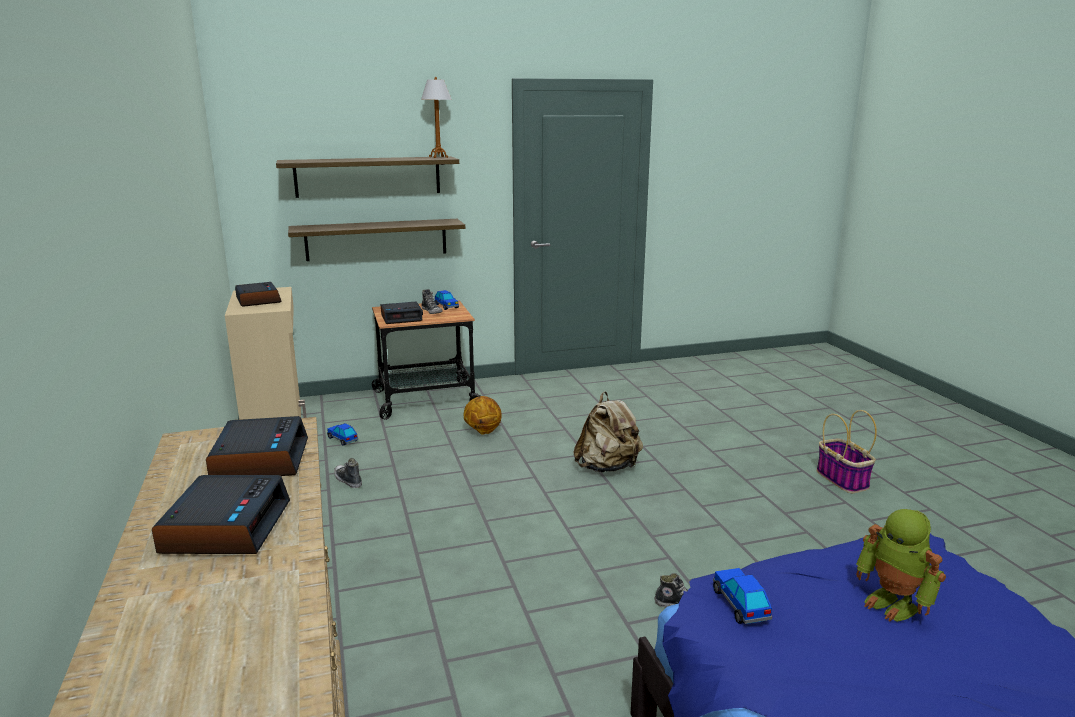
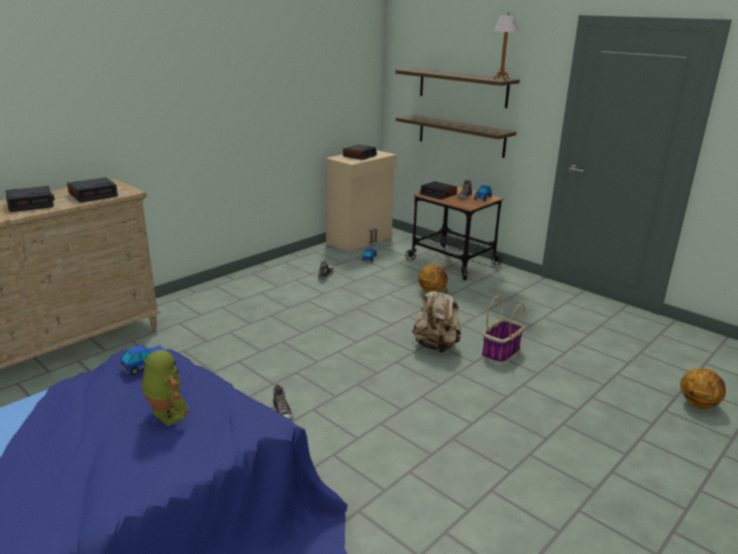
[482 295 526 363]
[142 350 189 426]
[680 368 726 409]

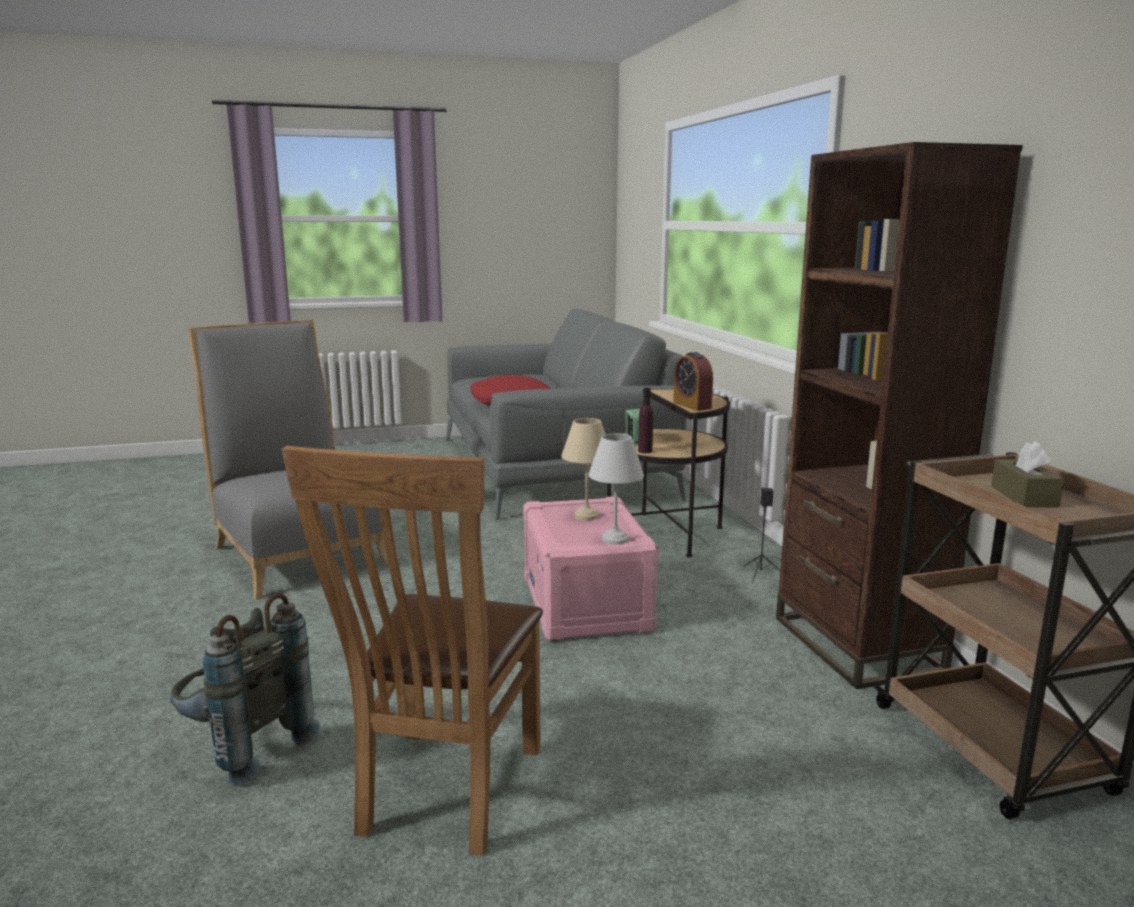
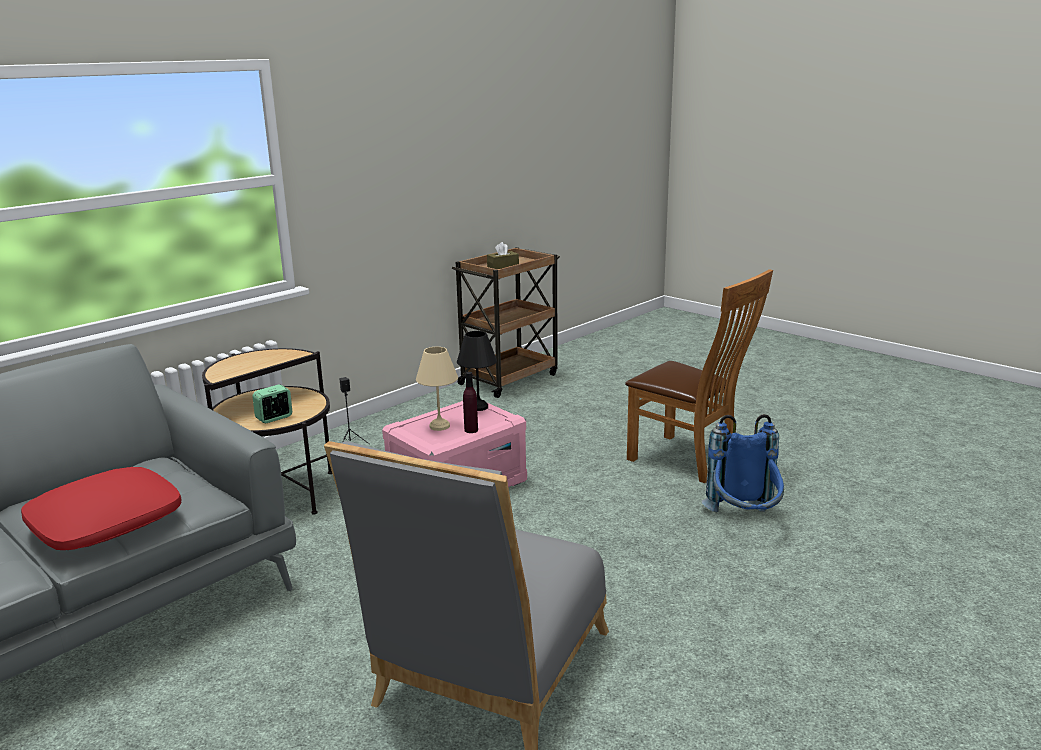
[776 142 1023 689] (first image)
[673 352 713 411] (first image)
[463 372 478 433]
[457 331 497 411]
[625 269 773 483]
[702 414 784 512]

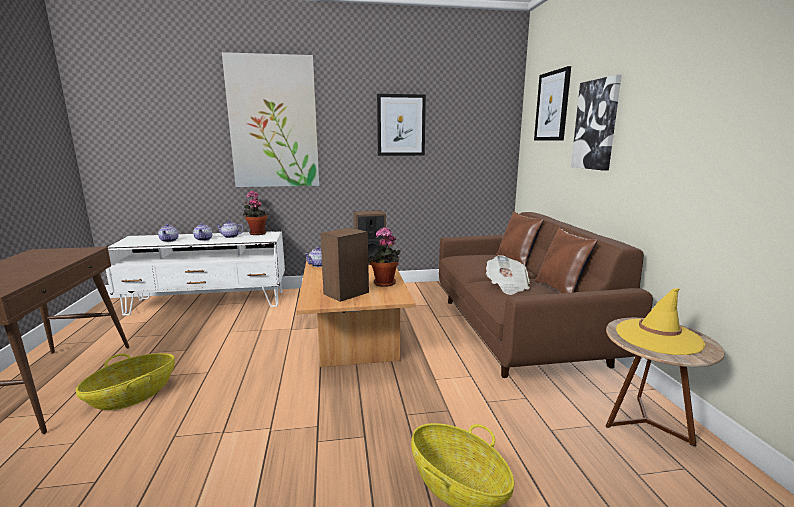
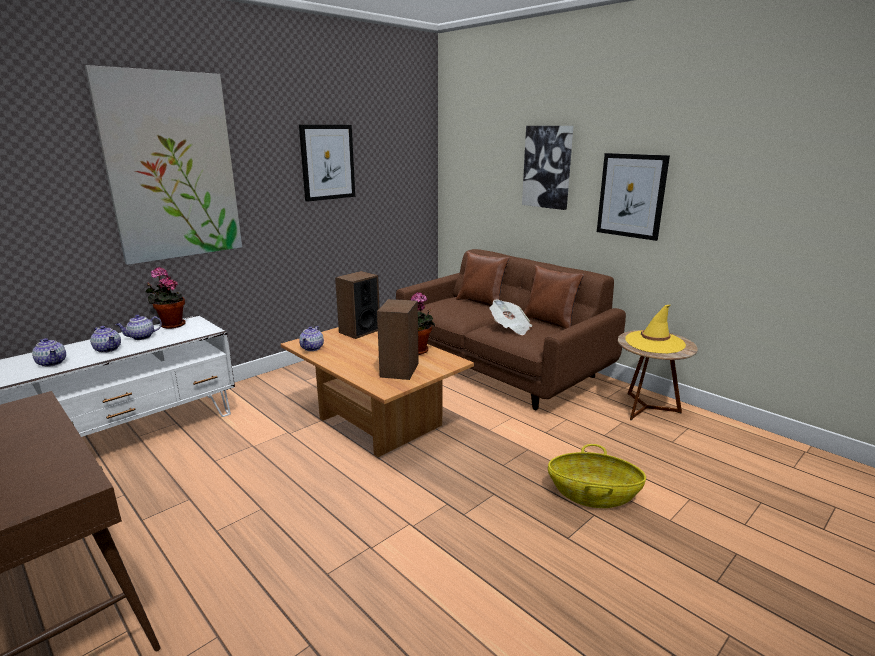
[597 153 670 241]
[76 353 175 410] (first image)

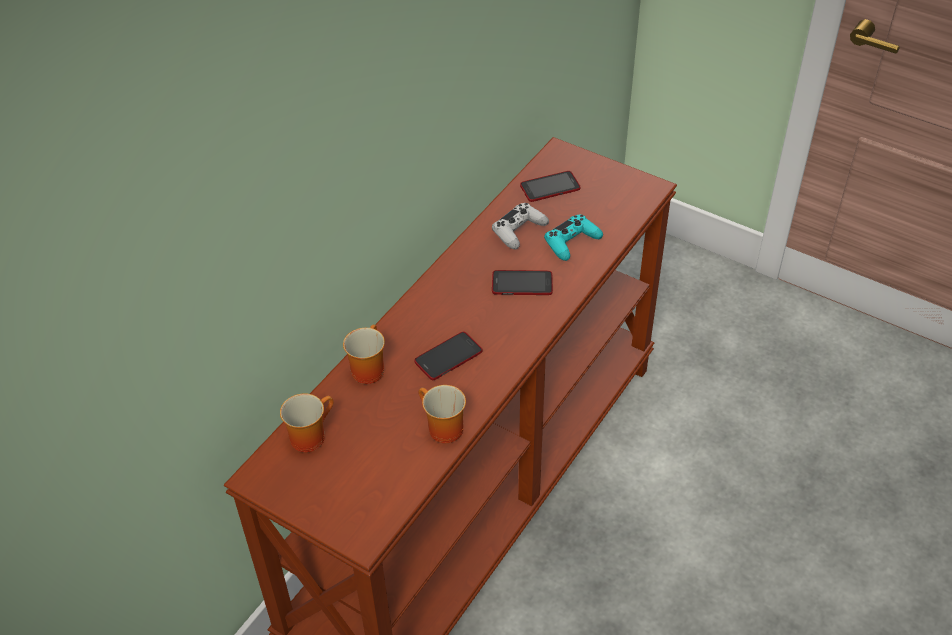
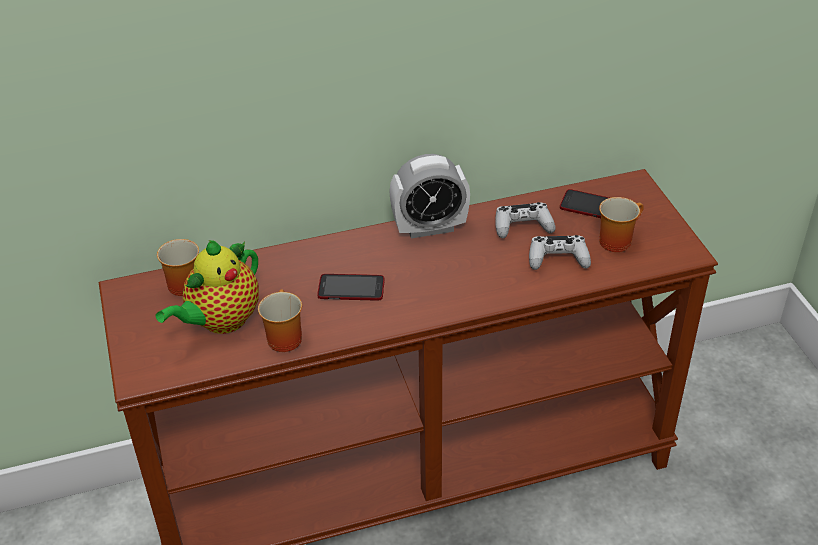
[529 235 591 270]
[492 270 553 295] (first image)
[599 197 644 252]
[389 154 470 238]
[156 240 259 334]

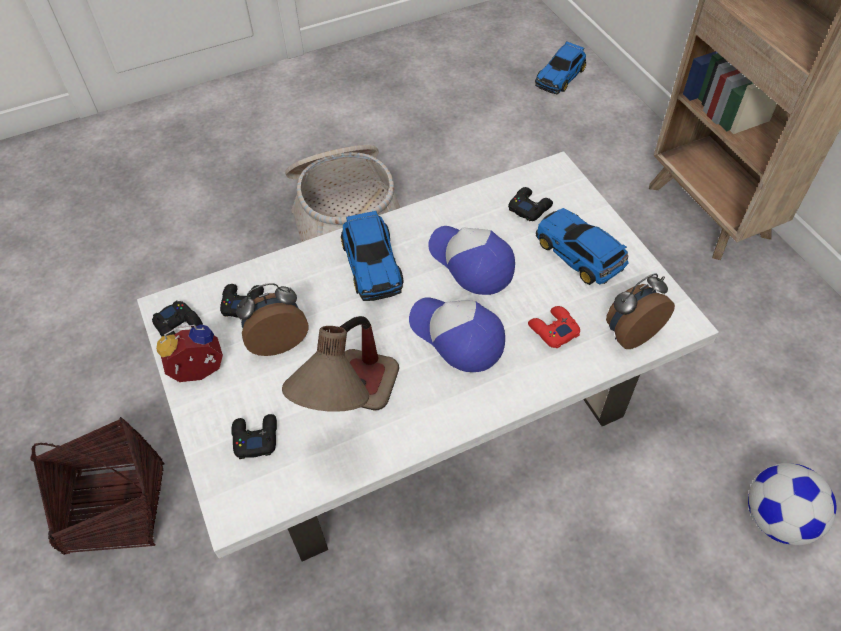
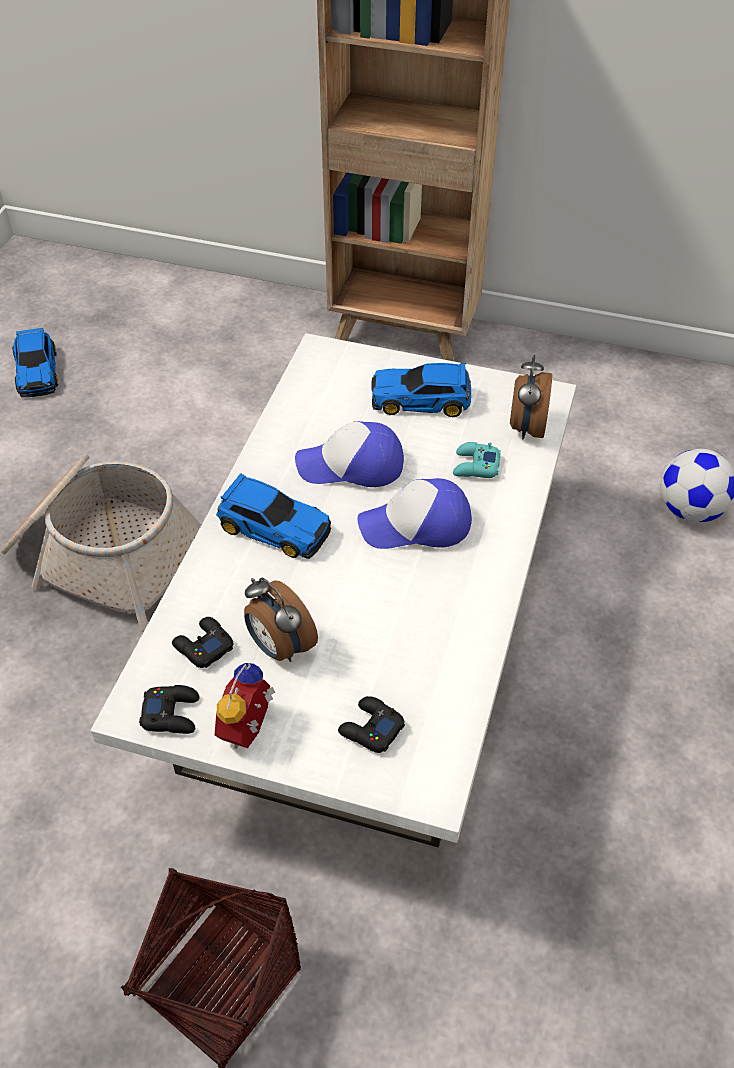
[12 327 58 397]
[508 187 553 221] (first image)
[244 578 318 662]
[453 442 501 478]
[282 316 399 412] (first image)

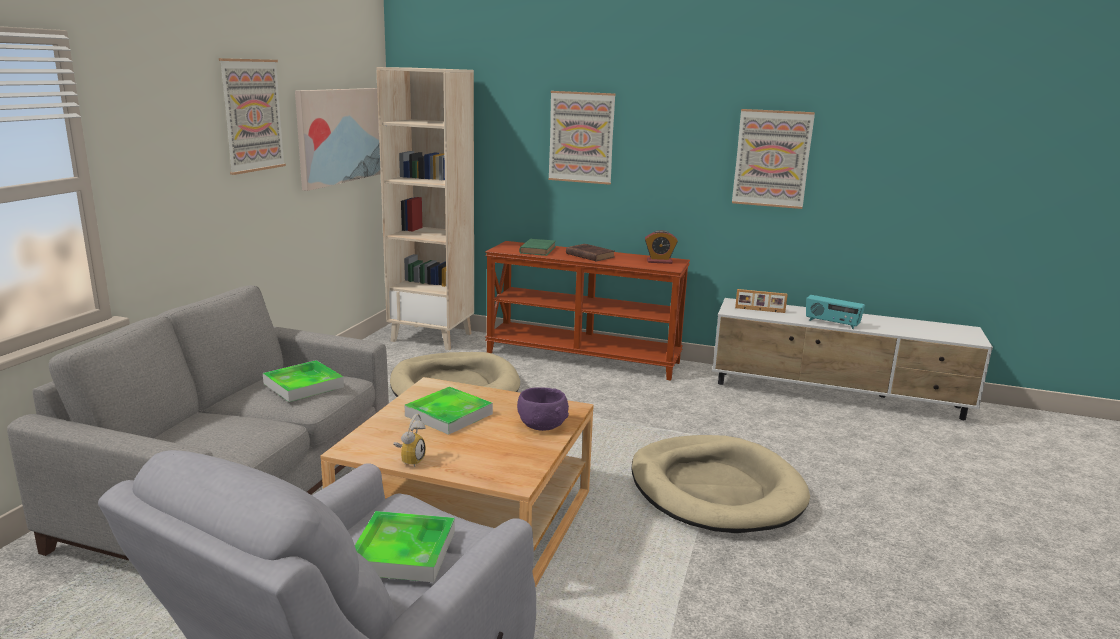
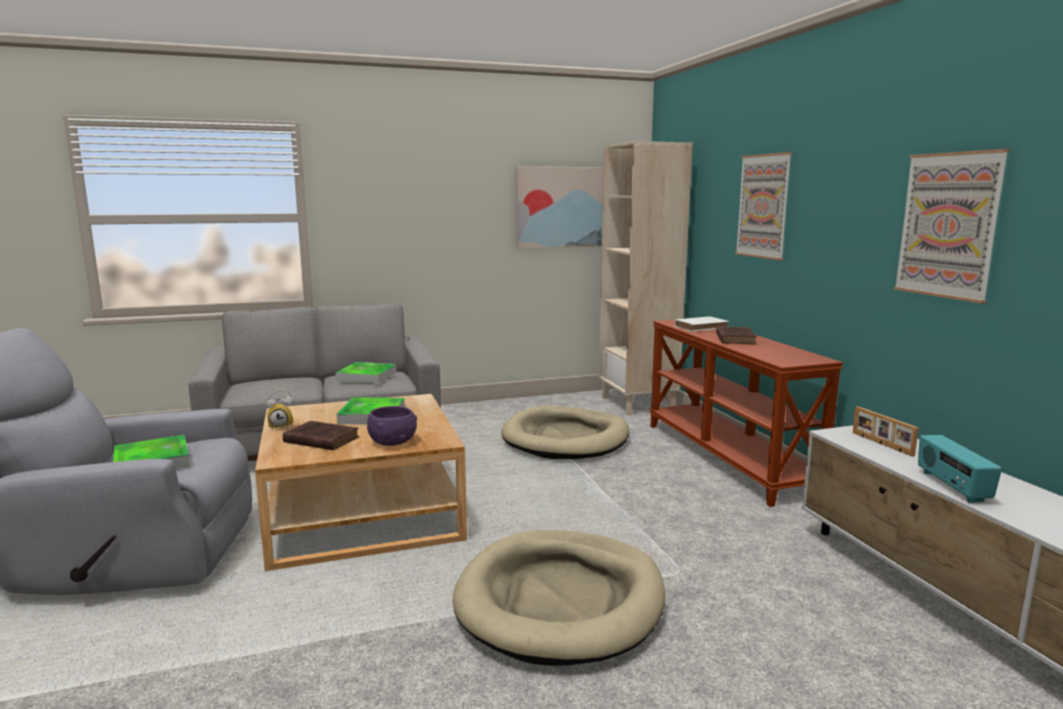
[219 58 286 175] (first image)
[645 230 678 264] (first image)
[674 316 729 332]
[283 421 359 450]

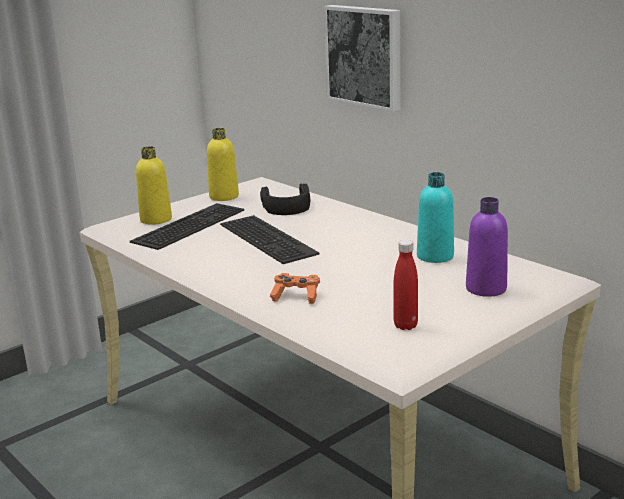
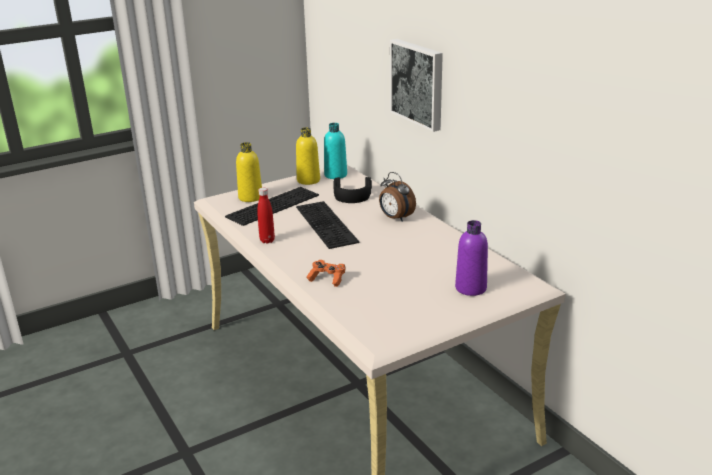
[324 123 347 179]
[257 188 275 244]
[379 172 416 222]

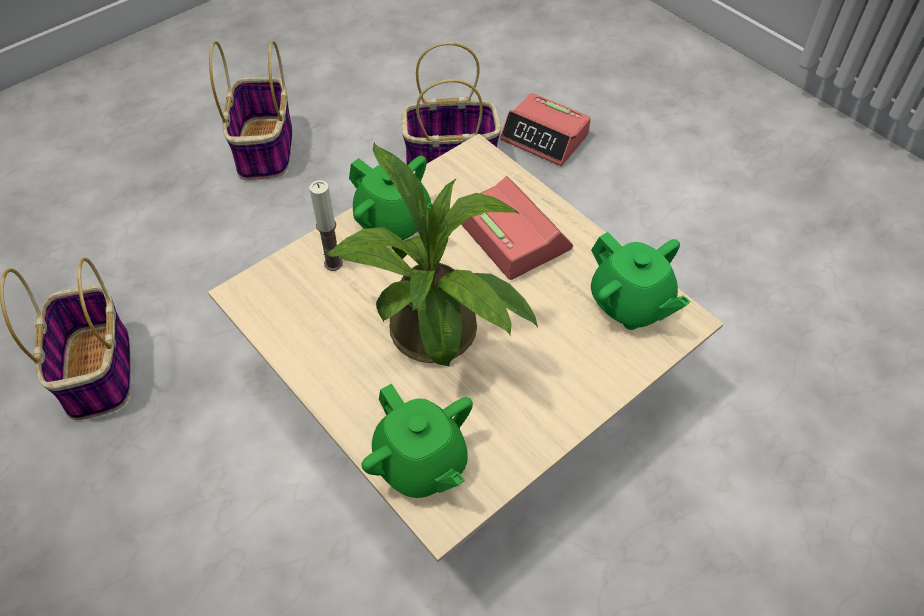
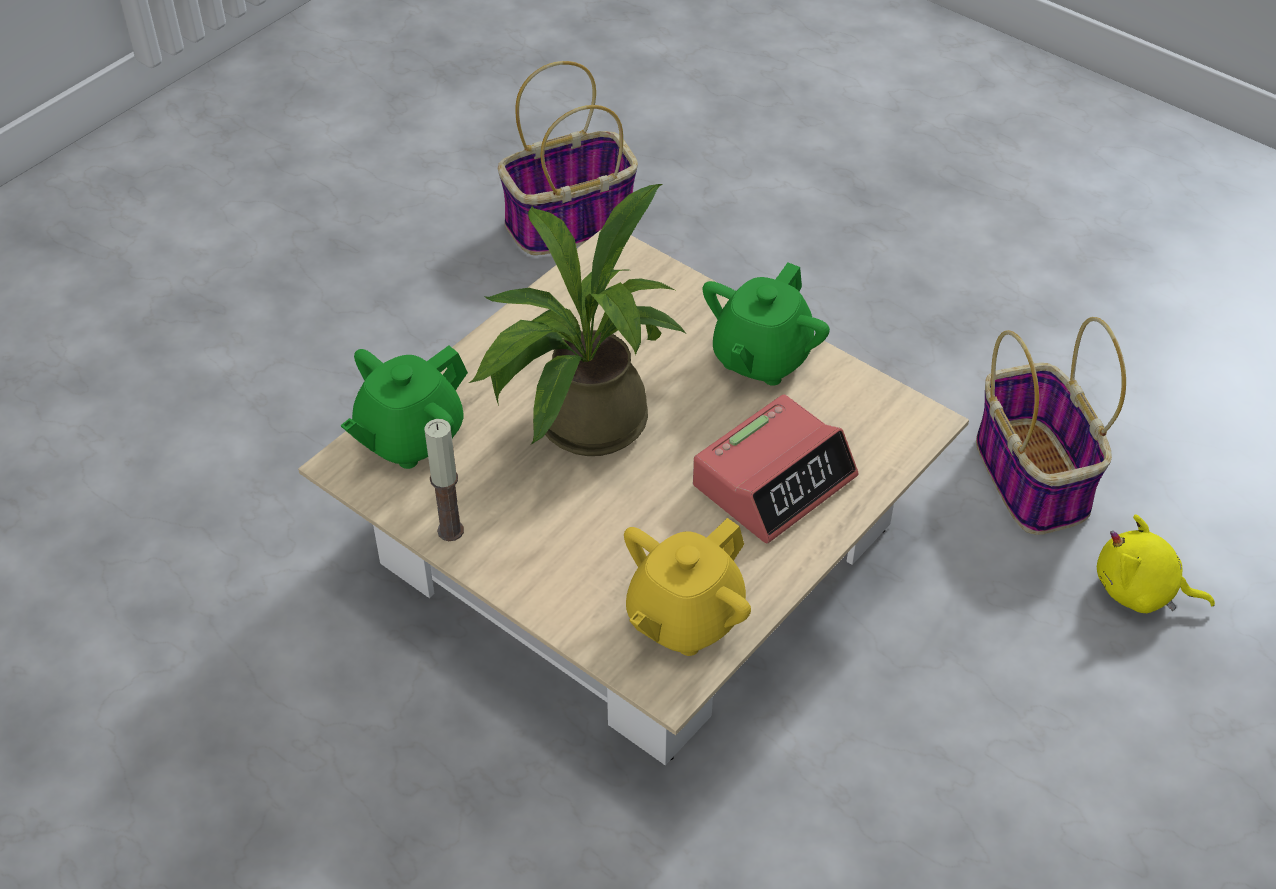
[209 41 292 180] (first image)
[1097 515 1215 613]
[424 419 464 541]
[624 518 751 656]

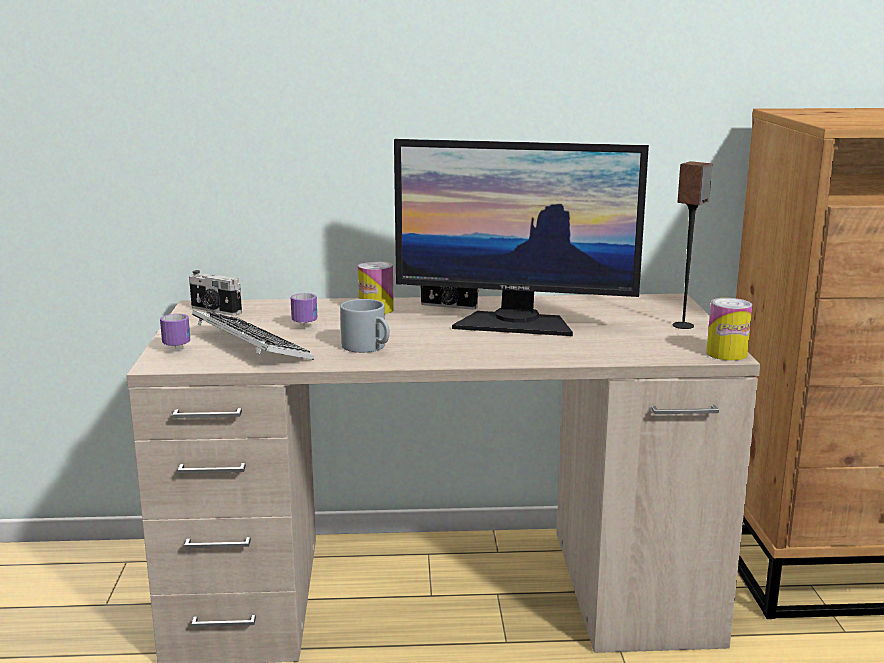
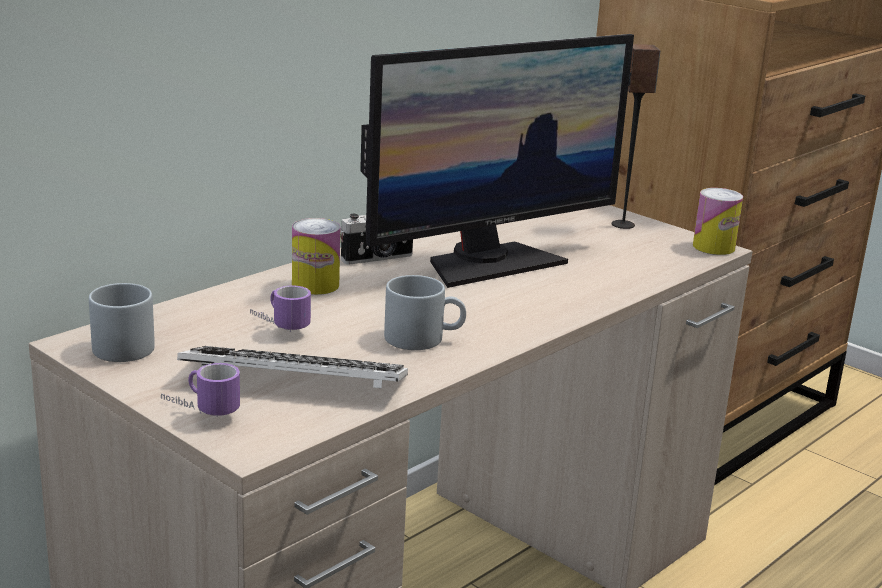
[89 283 155 362]

